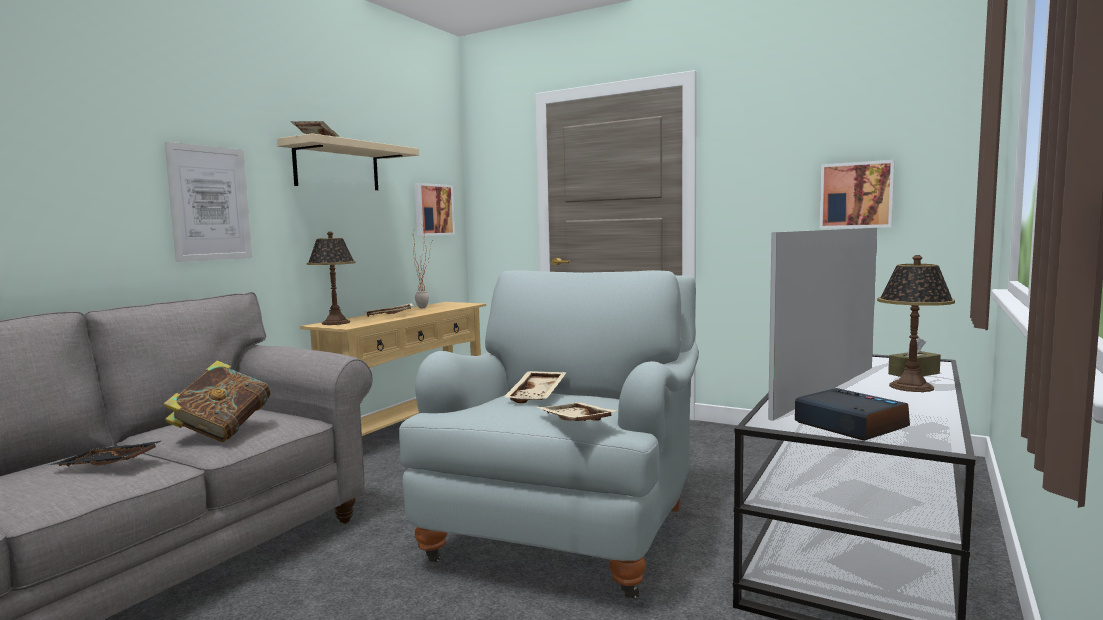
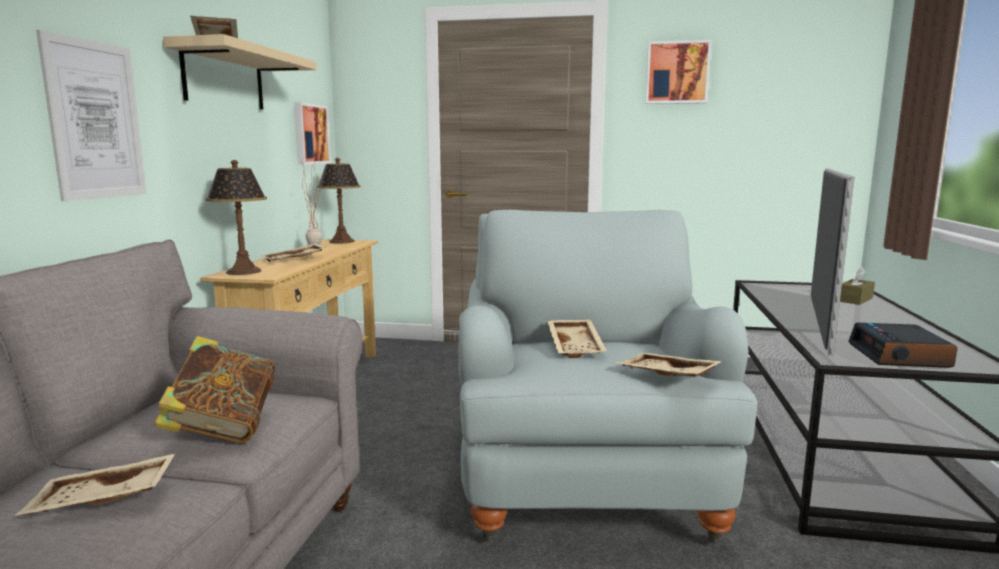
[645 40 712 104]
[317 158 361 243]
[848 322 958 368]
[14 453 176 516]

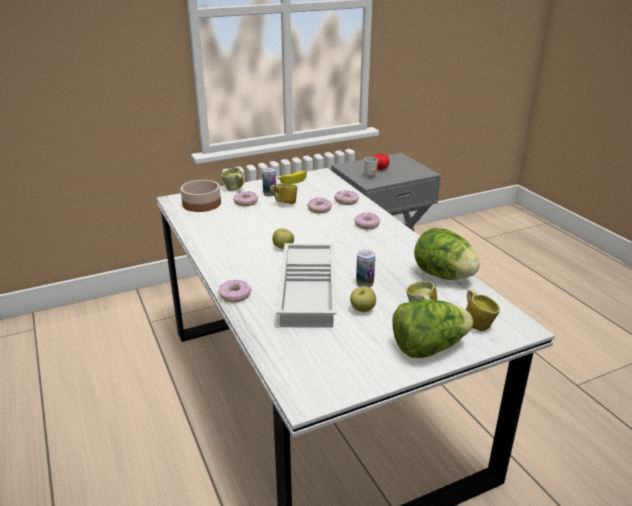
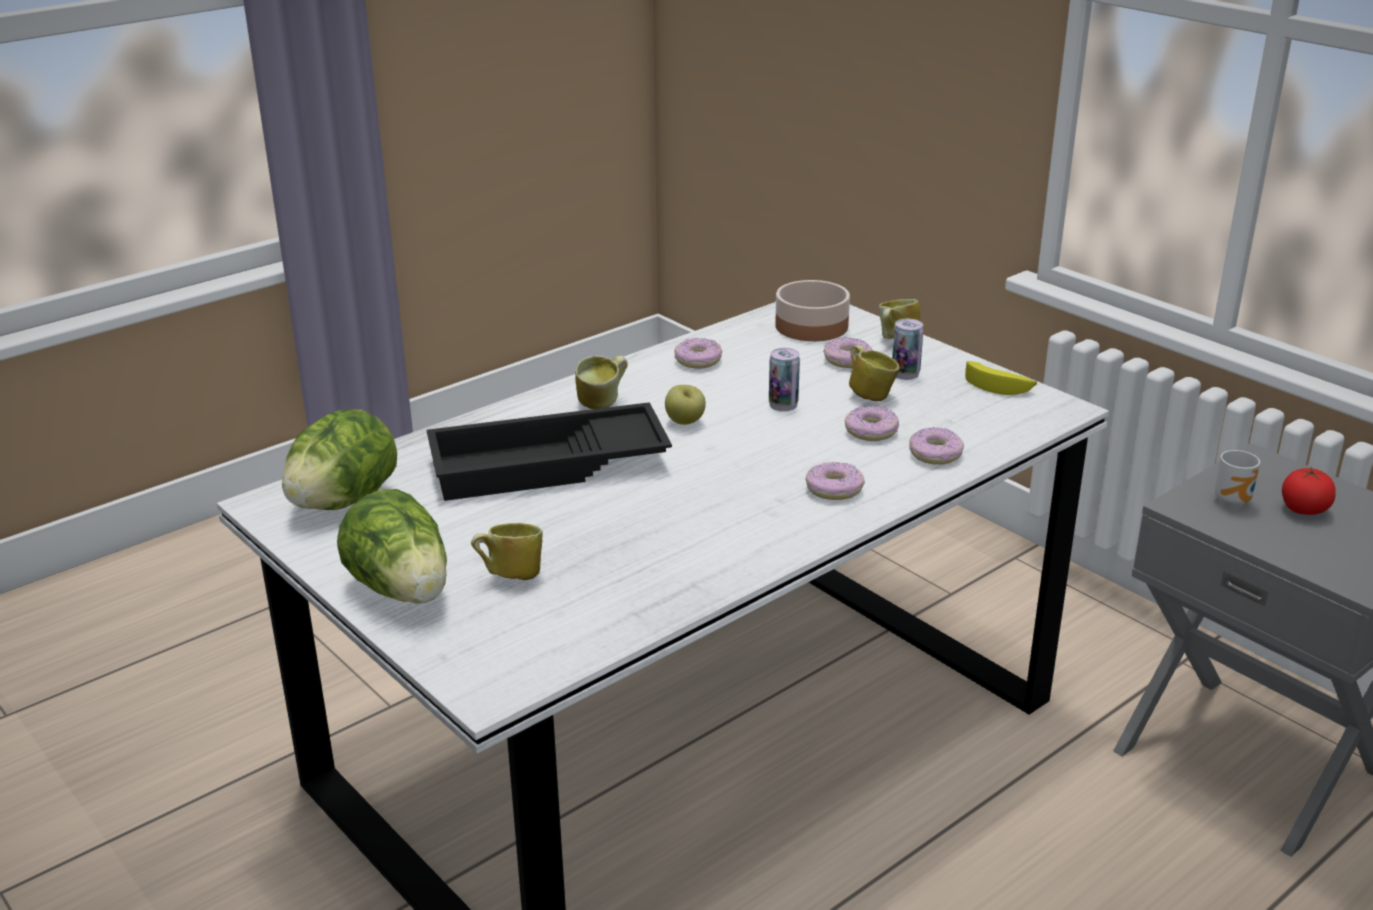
[282 409 397 510]
[427 402 672 501]
[769 348 800 412]
[675 338 722 369]
[350 286 376 312] (first image)
[575 355 628 409]

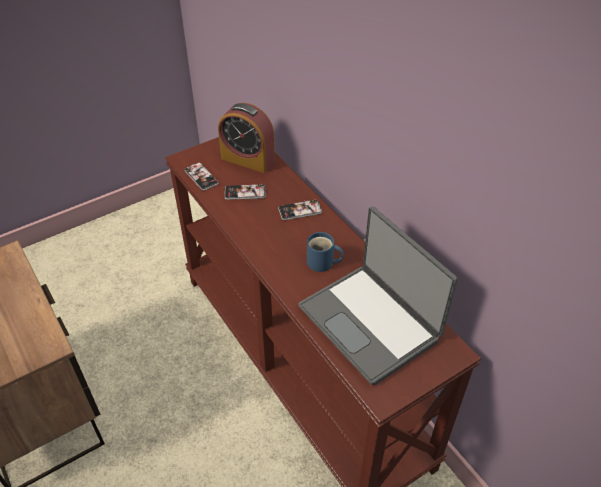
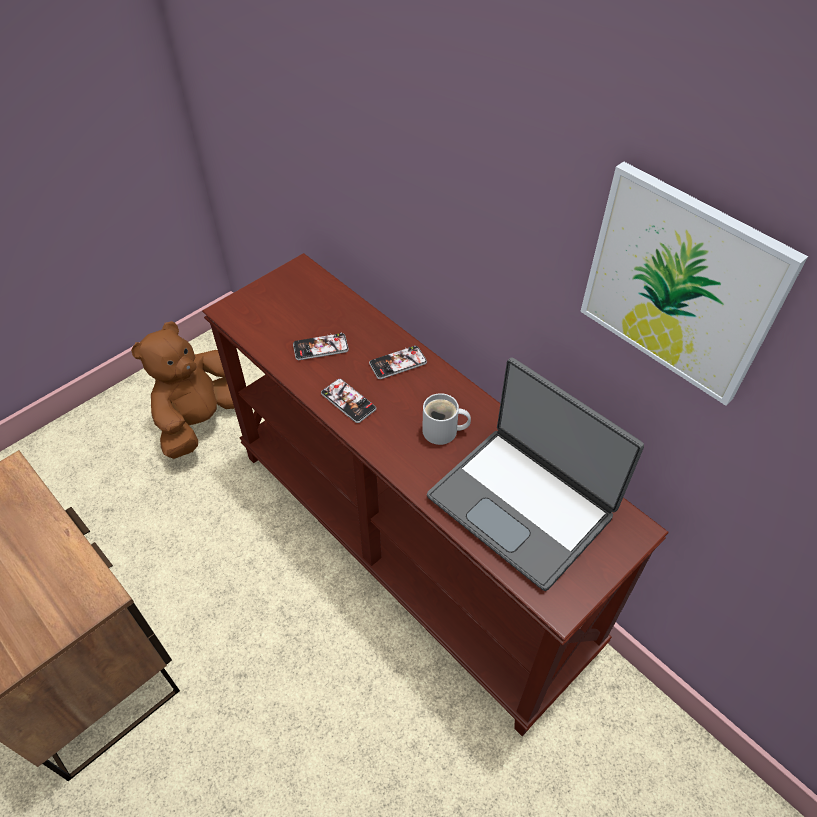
[218 103 275 173] (first image)
[321 379 376 423]
[422 393 471 445]
[580 162 808 406]
[131 321 235 459]

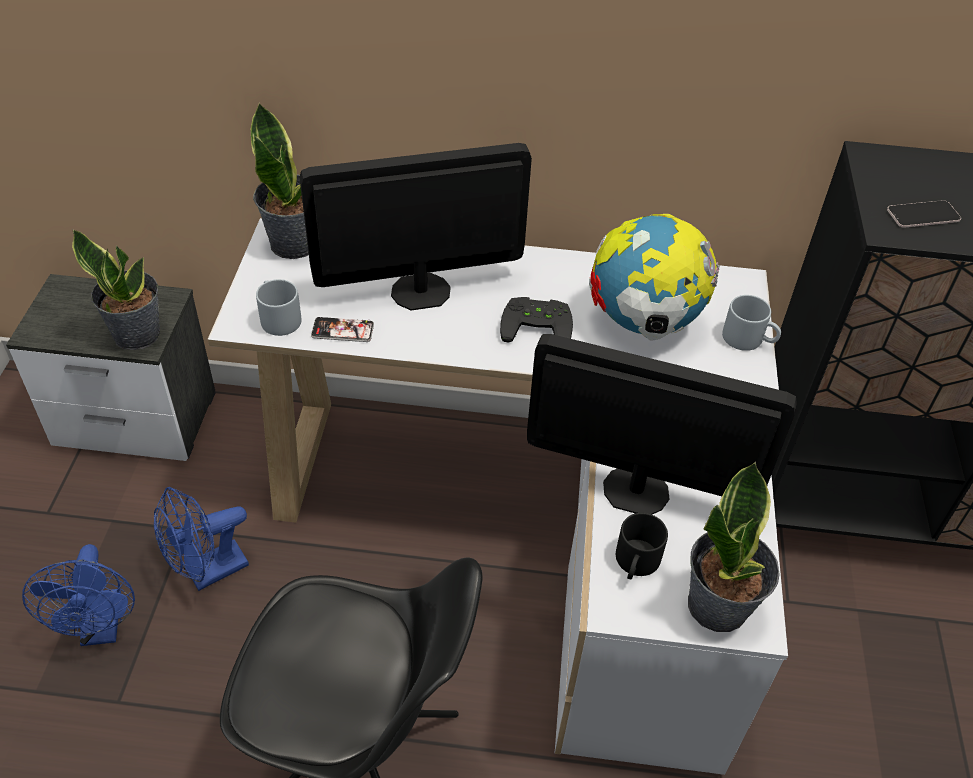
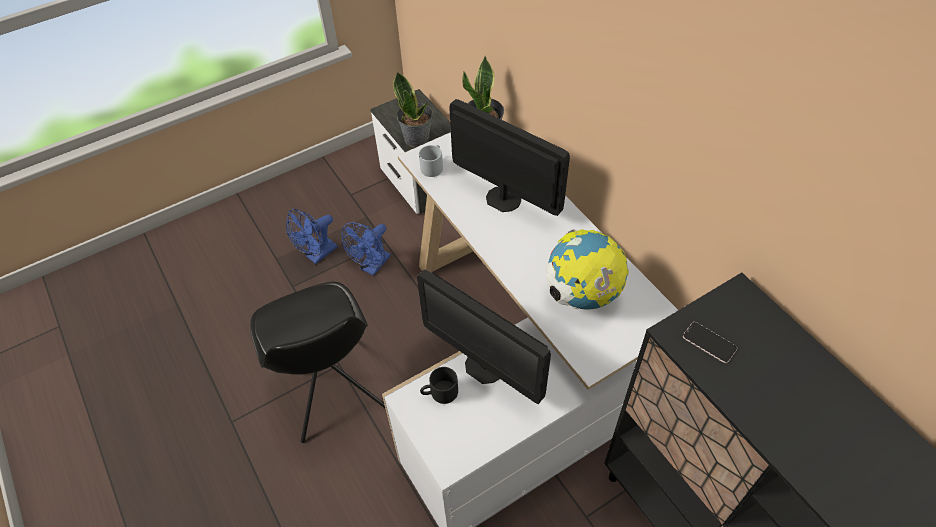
[722 295 781 351] (first image)
[500 297 573 343] (first image)
[311 317 374 342] (first image)
[417 269 551 404]
[688 462 780 632] (first image)
[342 222 391 276]

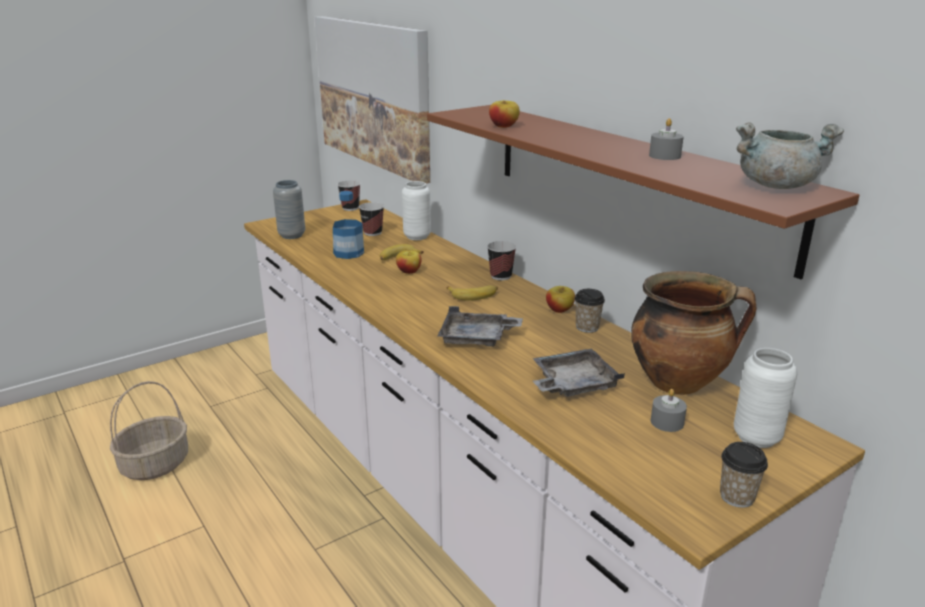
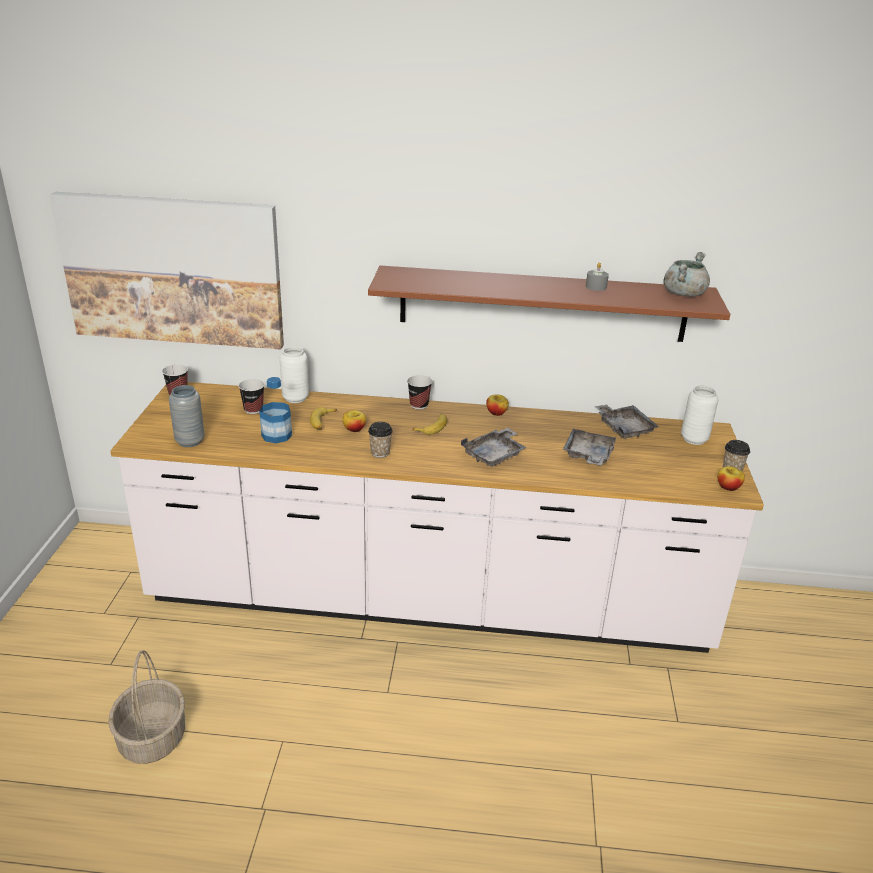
[717 466 745 491]
[595 404 659 439]
[368 422 393 458]
[651 389 687 432] (first image)

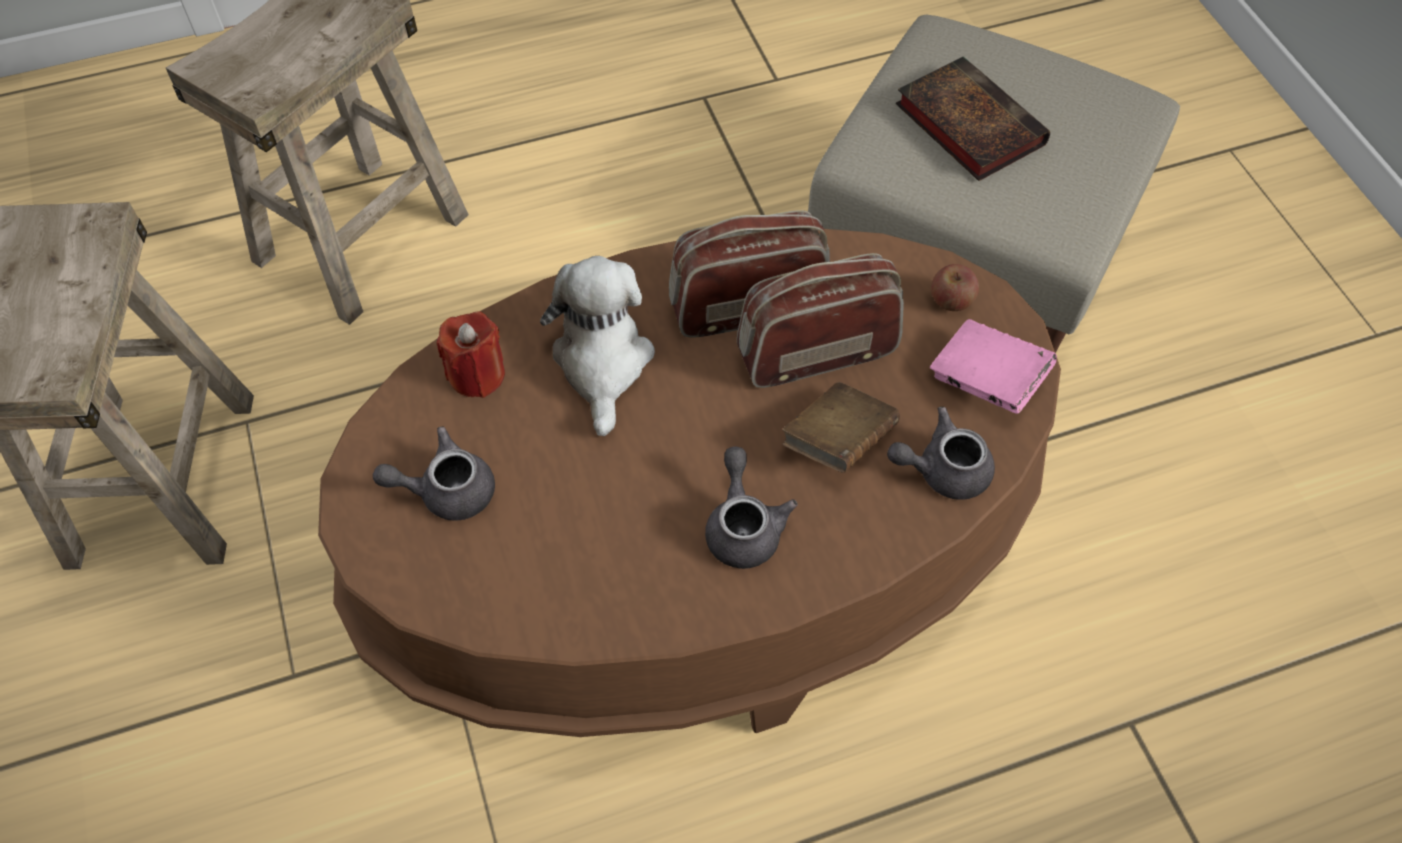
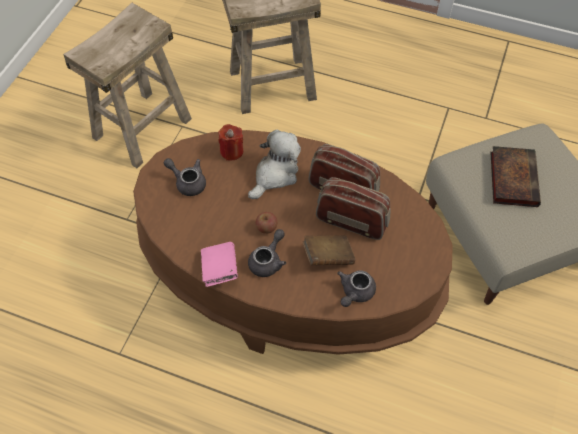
[256 212 277 234]
[201 242 238 287]
[337 270 376 307]

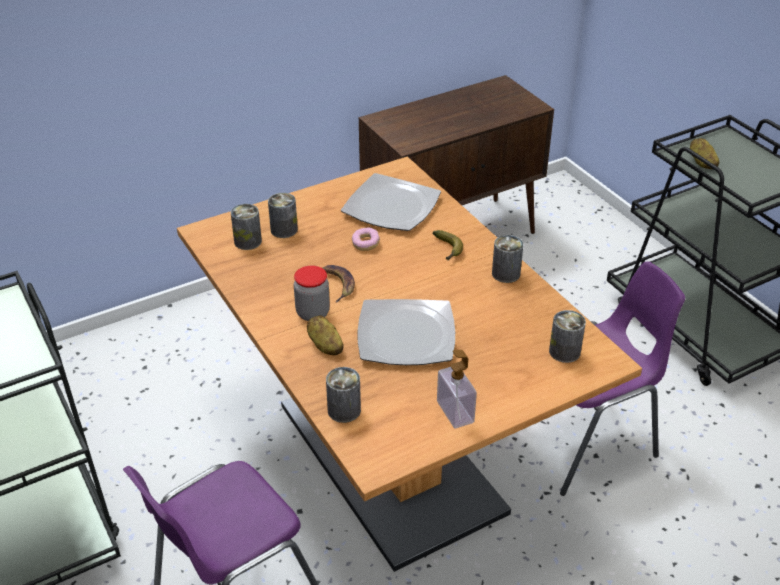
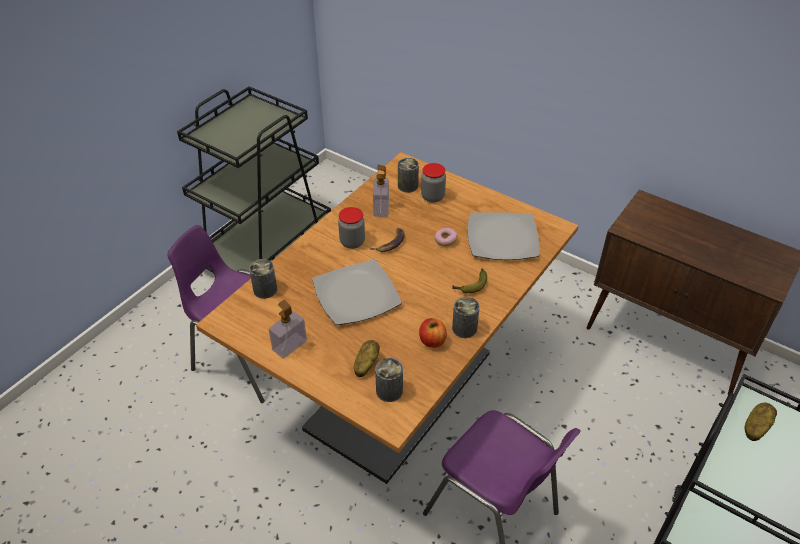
[421 163 446 203]
[354 340 380 377]
[373 164 389 217]
[419 318 447 348]

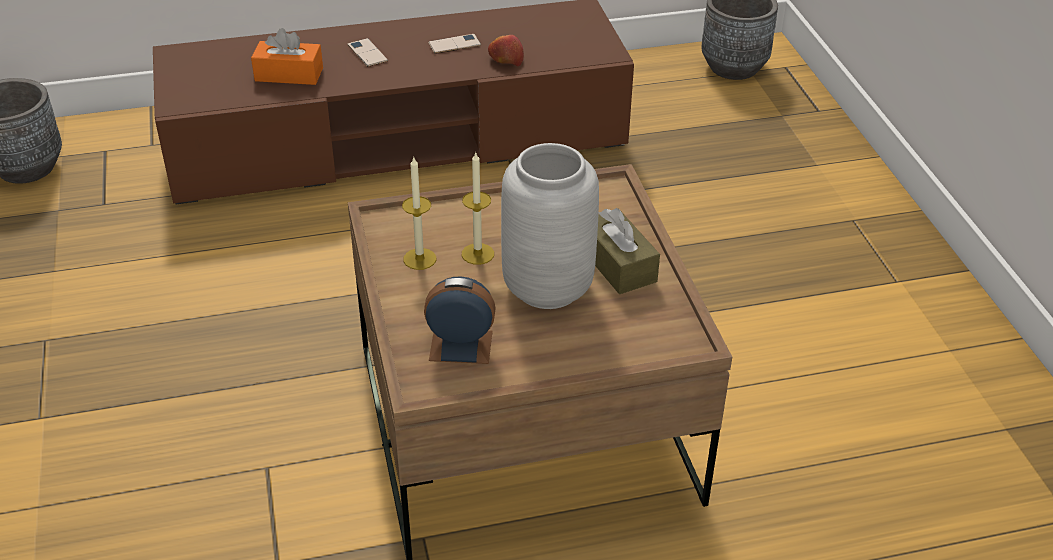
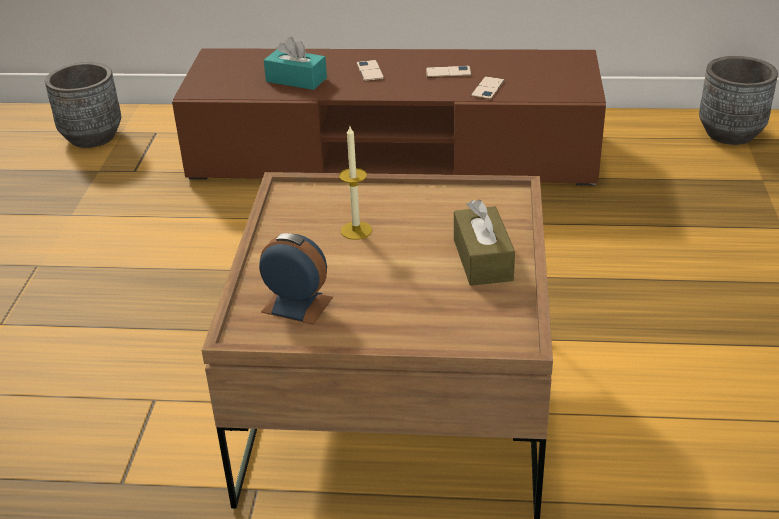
[264 37 327 90]
[471 76 505 100]
[501 143 599 309] (first image)
[402 157 436 270] (first image)

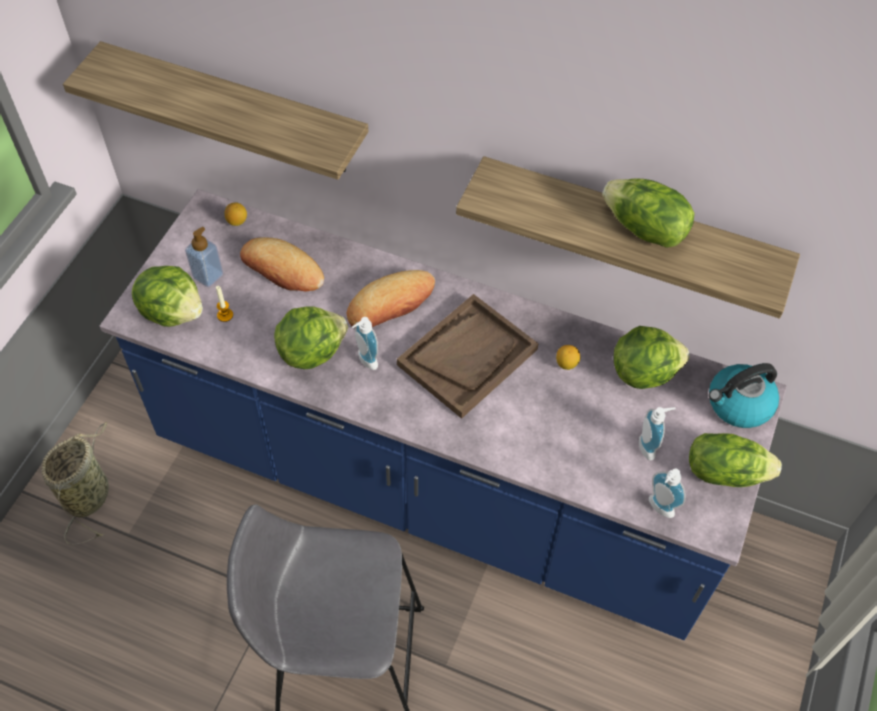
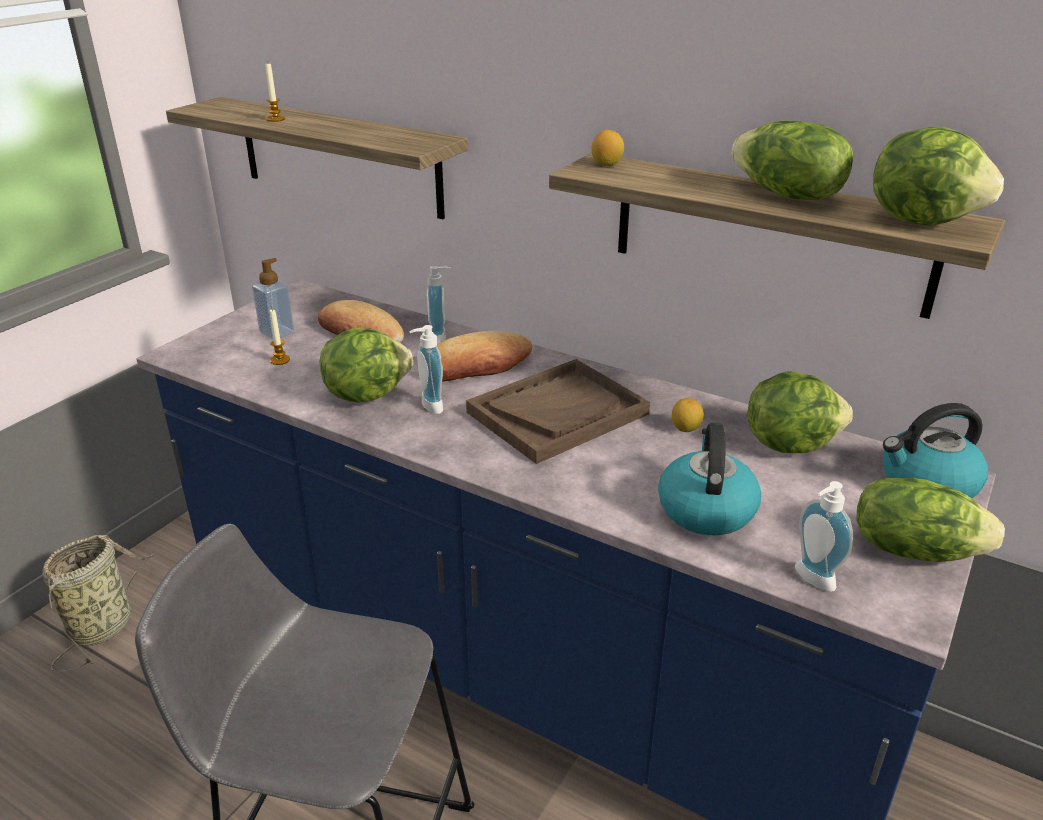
[591 130 624 166]
[873 127 1004 225]
[427 266 451 344]
[265 64 285 122]
[658 423 761 535]

